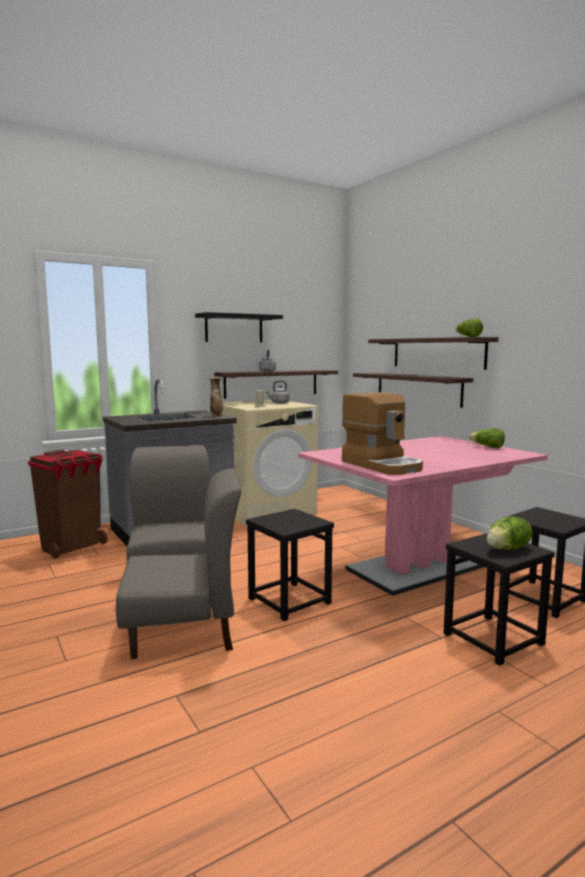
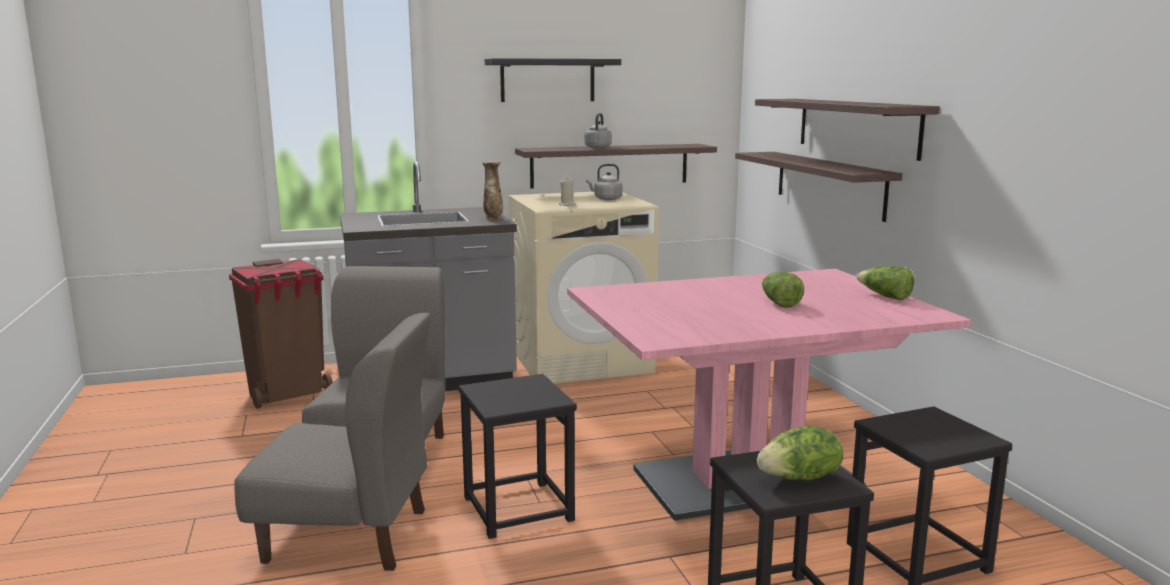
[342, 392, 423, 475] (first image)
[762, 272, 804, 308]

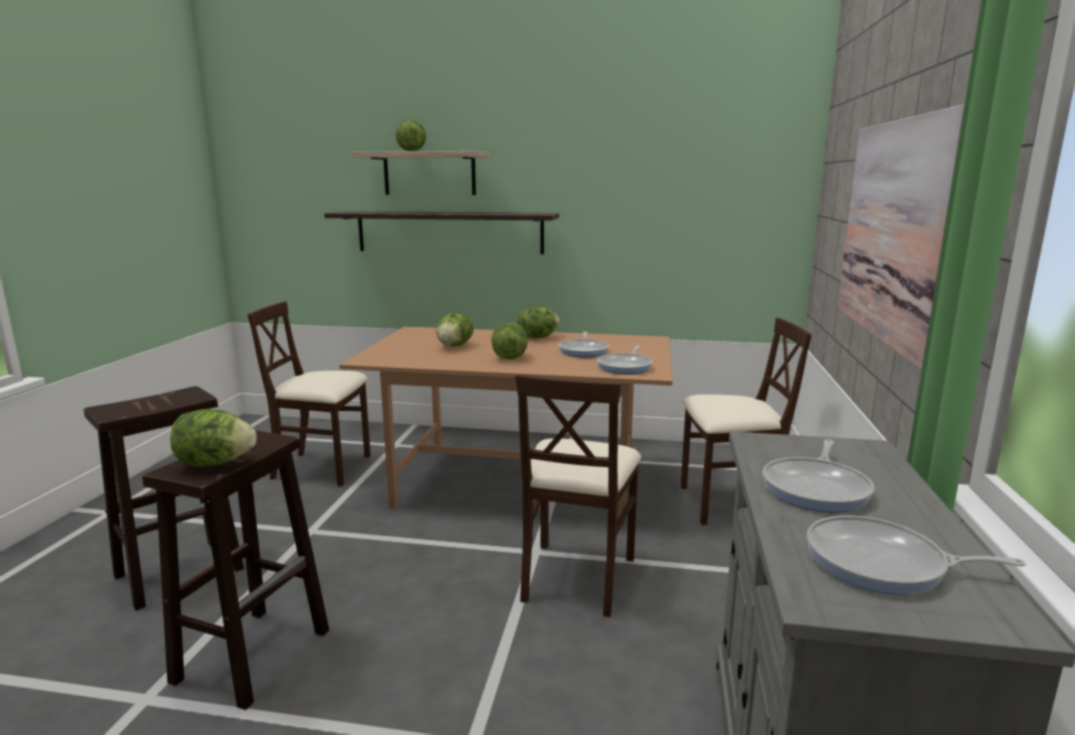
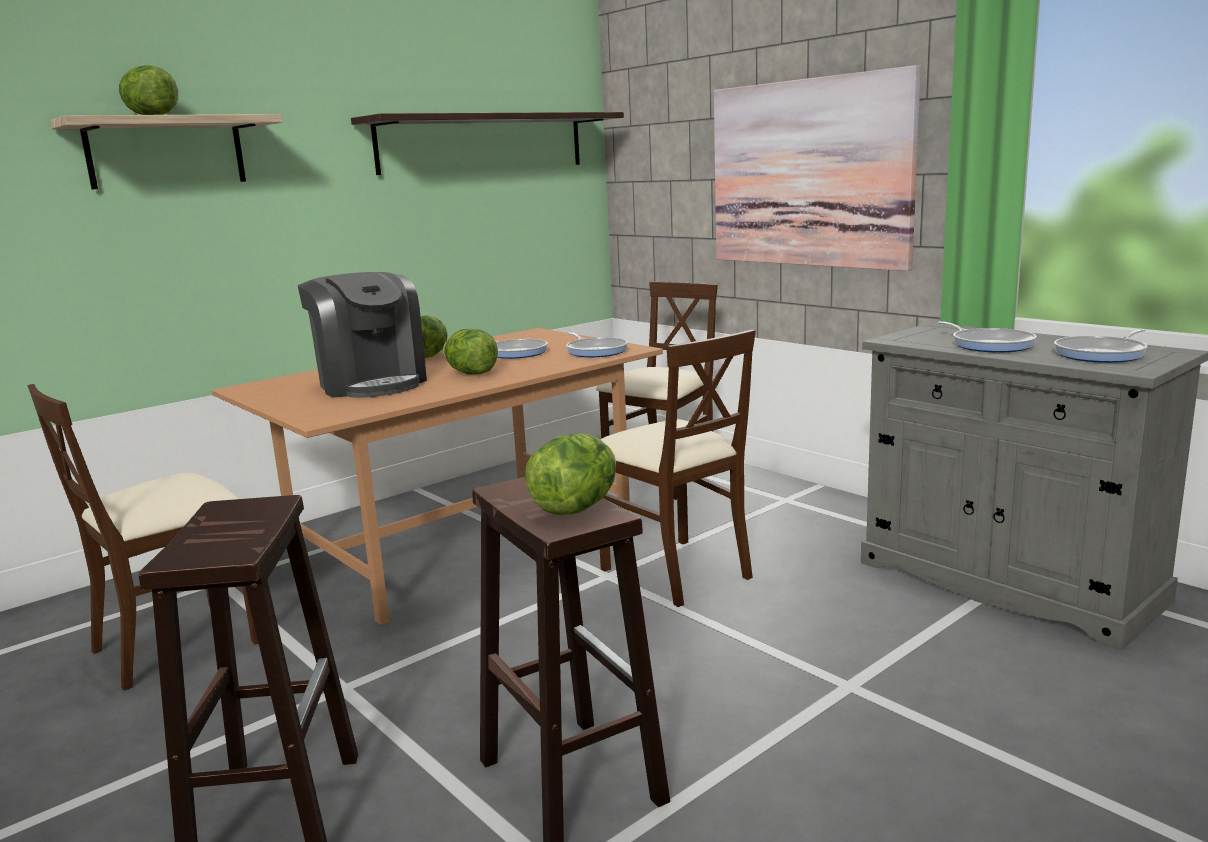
[351, 112, 624, 175]
[298, 272, 427, 398]

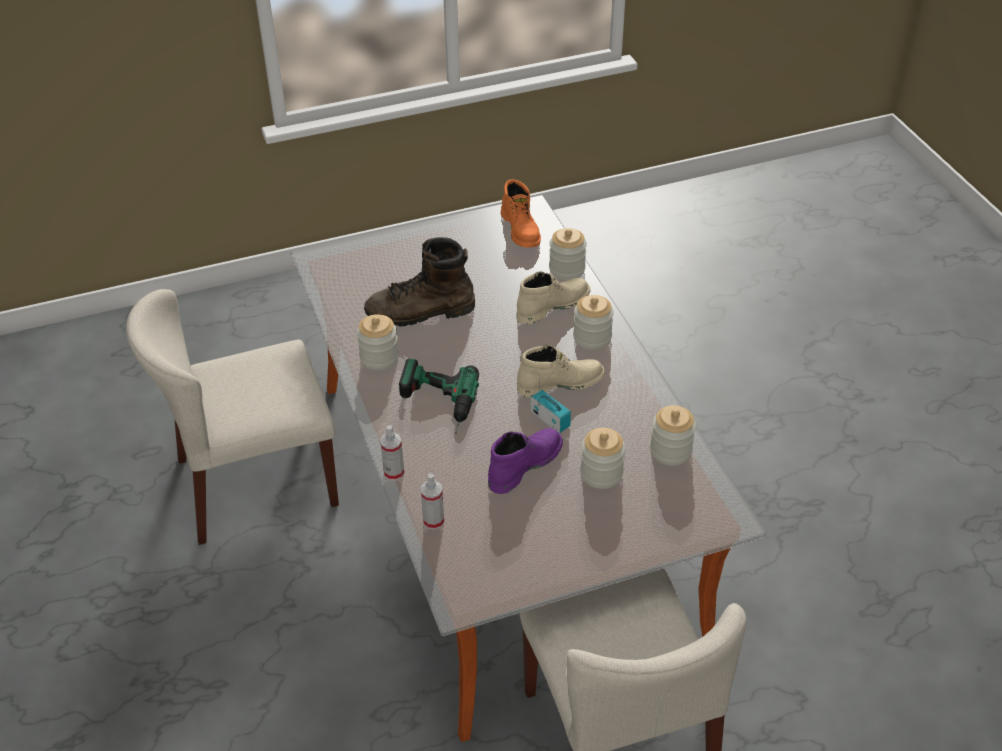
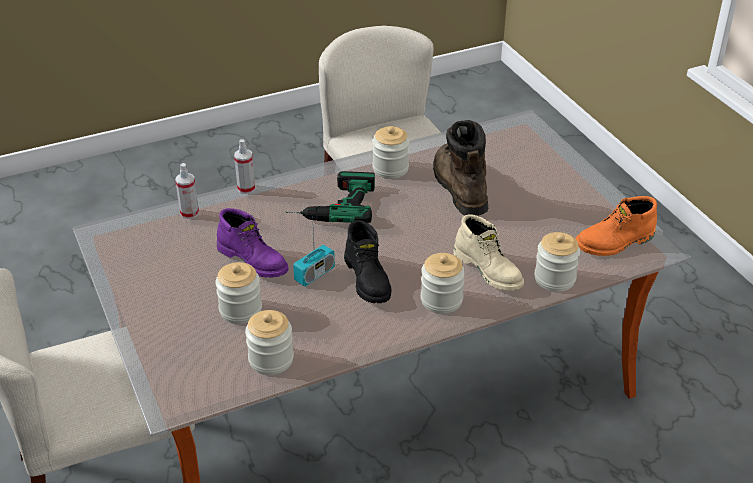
[344, 220, 391, 303]

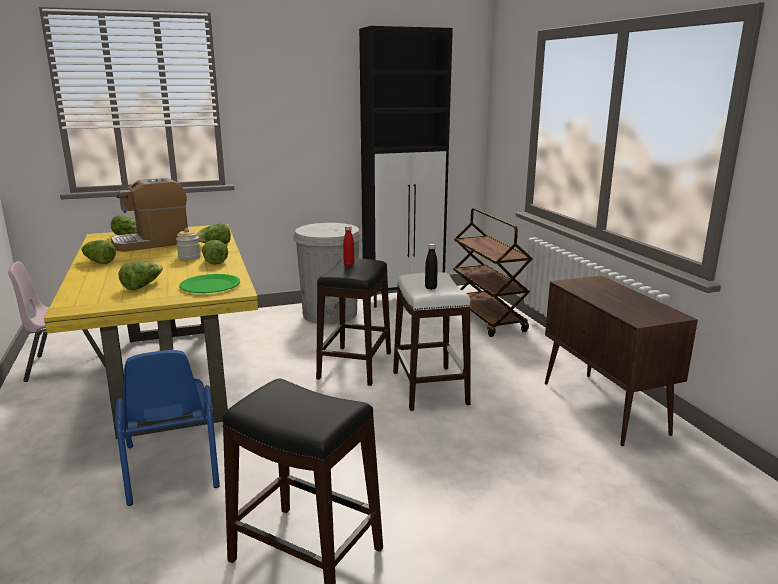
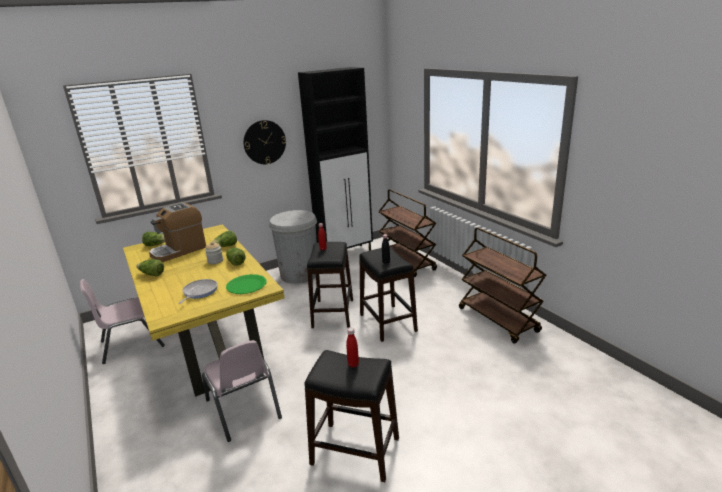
[244, 120, 286, 164]
[346, 328, 359, 368]
[178, 279, 217, 304]
[459, 227, 546, 344]
[202, 340, 282, 442]
[359, 247, 418, 342]

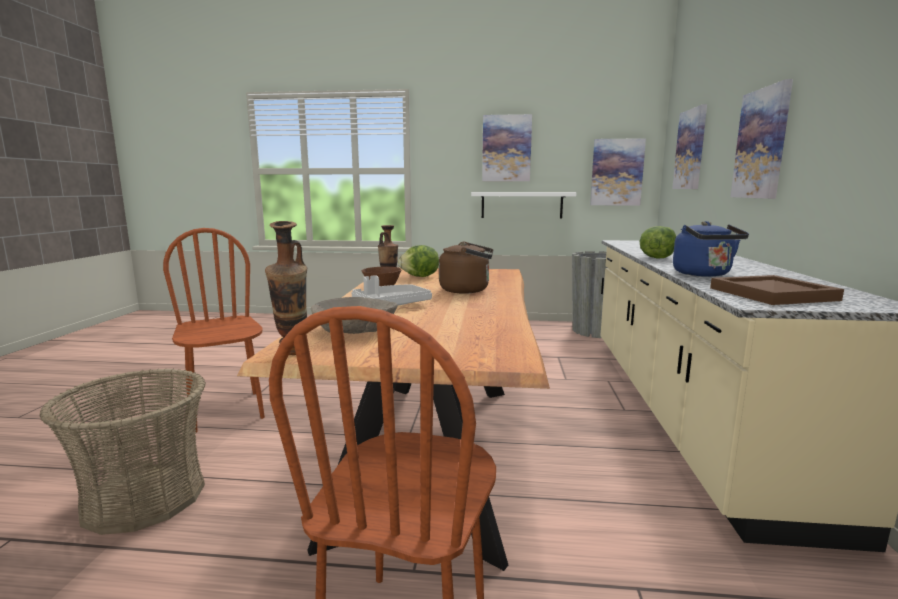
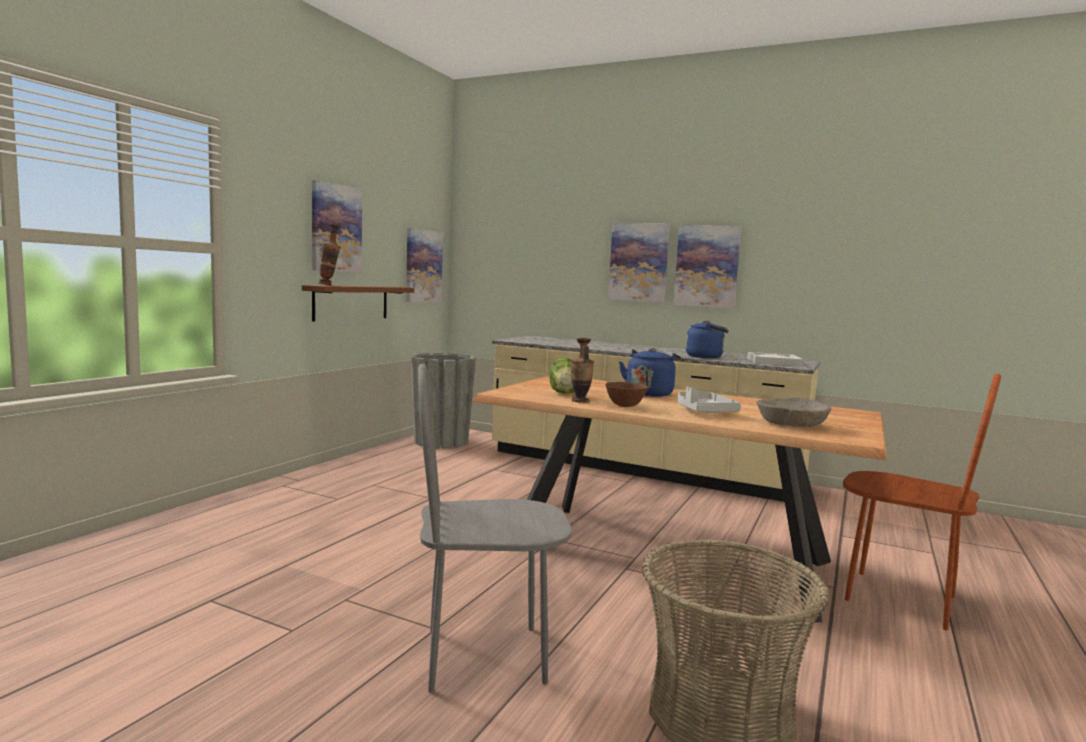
[639, 226, 676, 259] (first image)
[318, 223, 341, 286]
[674, 225, 742, 308]
[418, 364, 572, 693]
[619, 348, 681, 397]
[302, 285, 414, 321]
[747, 352, 804, 366]

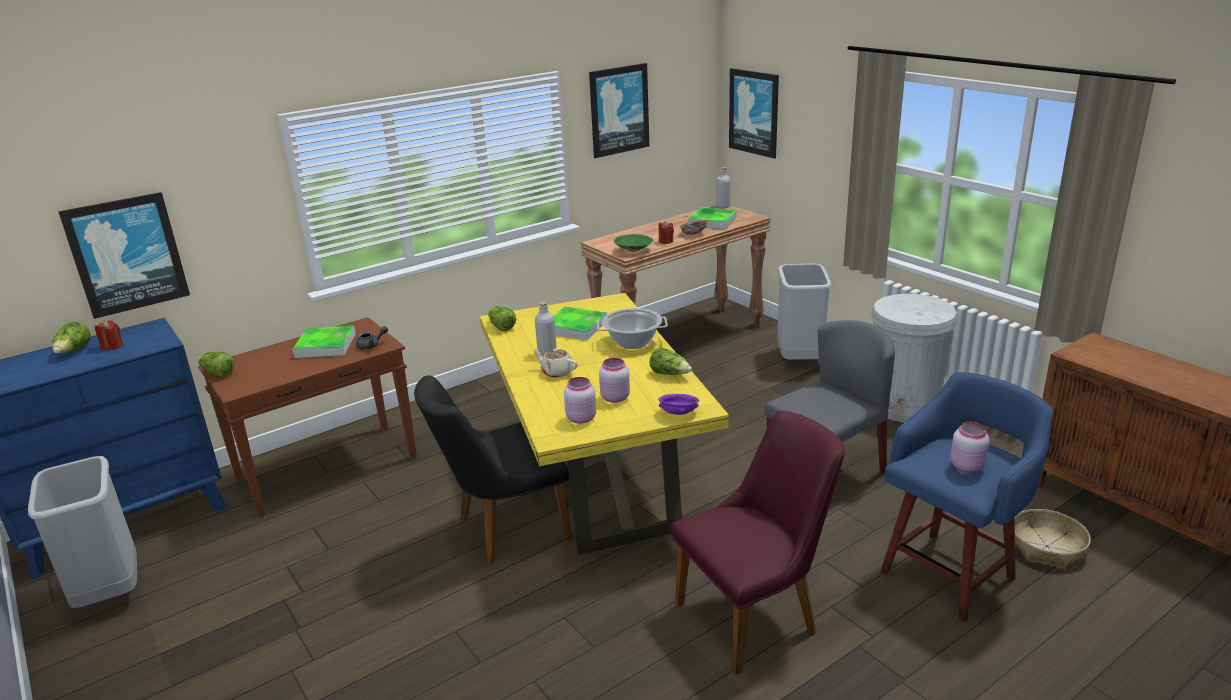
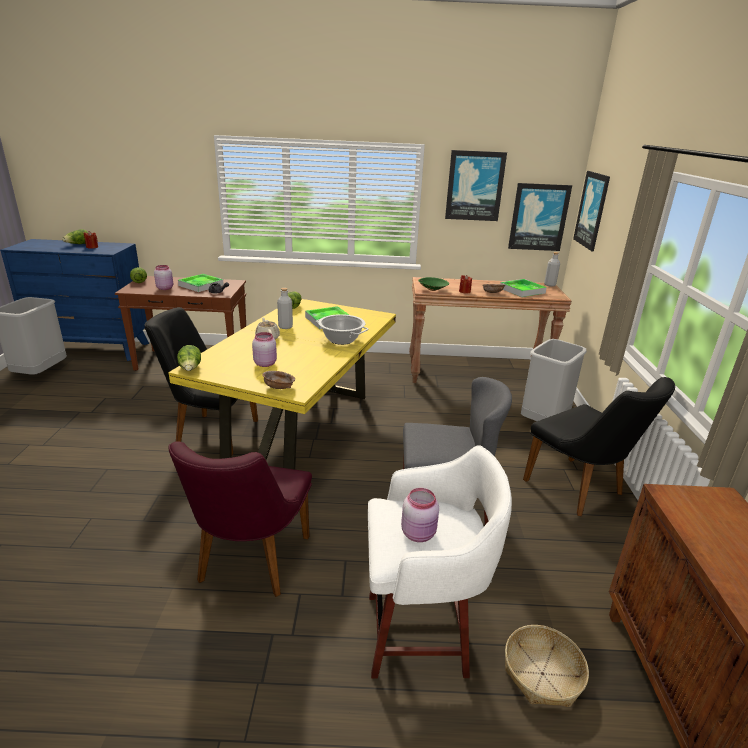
[508, 183, 572, 251]
[154, 265, 173, 290]
[177, 345, 201, 371]
[523, 377, 675, 516]
[262, 371, 295, 389]
[368, 446, 512, 679]
[169, 441, 312, 597]

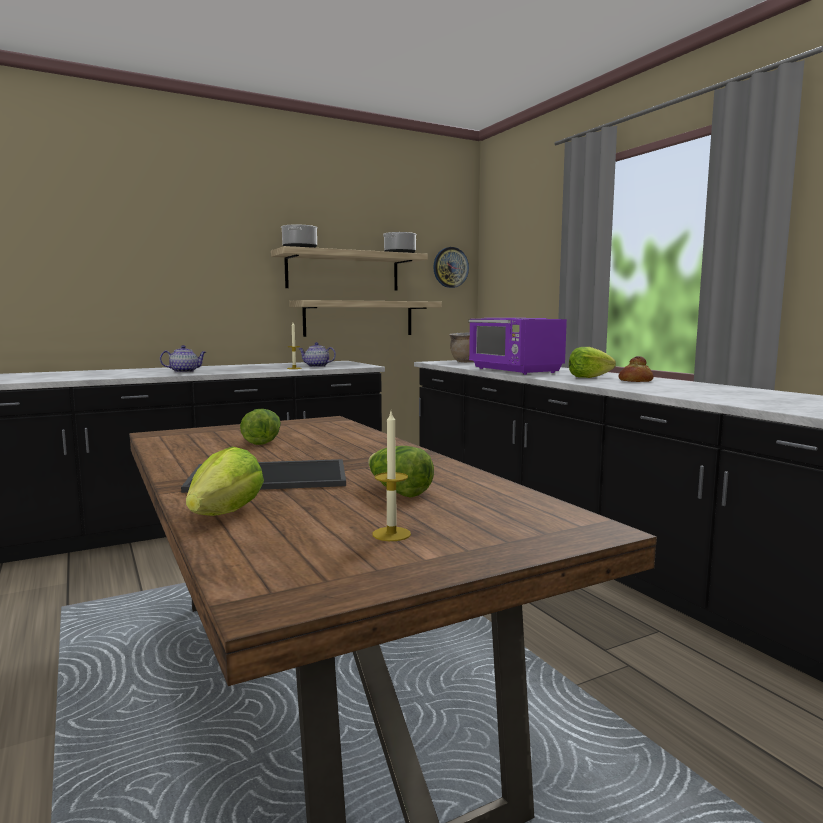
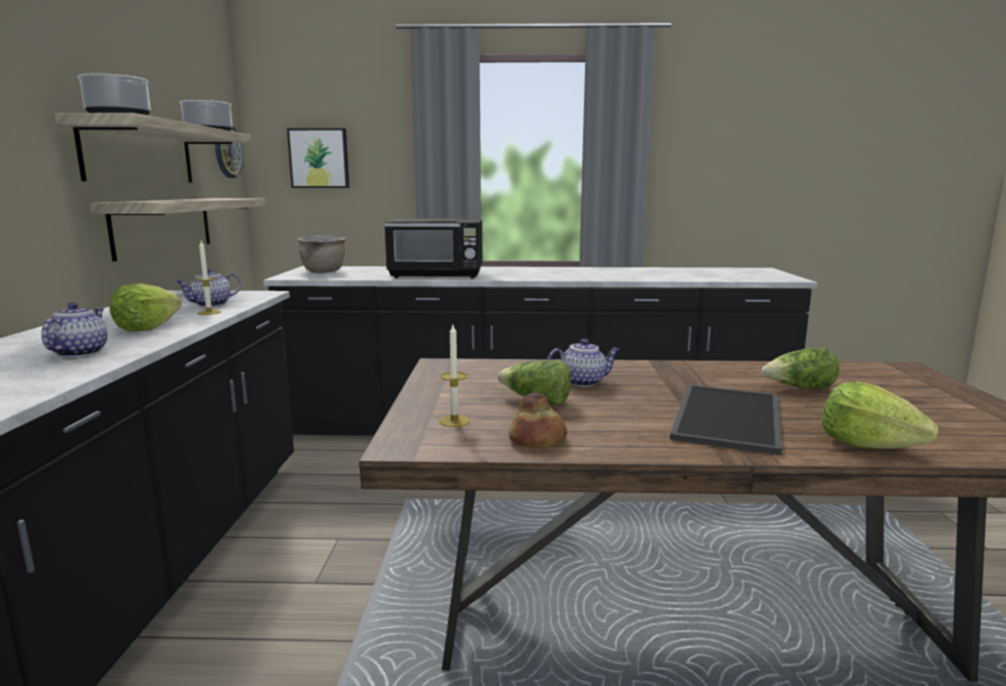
[287, 128, 349, 188]
[547, 339, 620, 387]
[439, 325, 470, 427]
[109, 283, 182, 332]
[509, 392, 567, 448]
[384, 219, 483, 278]

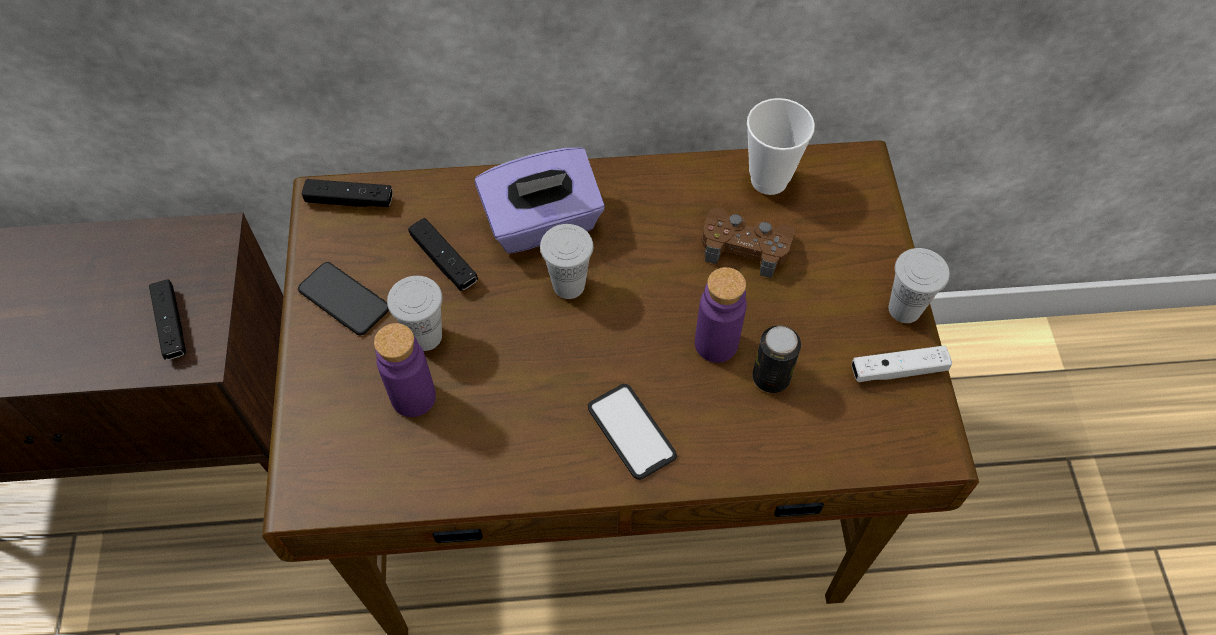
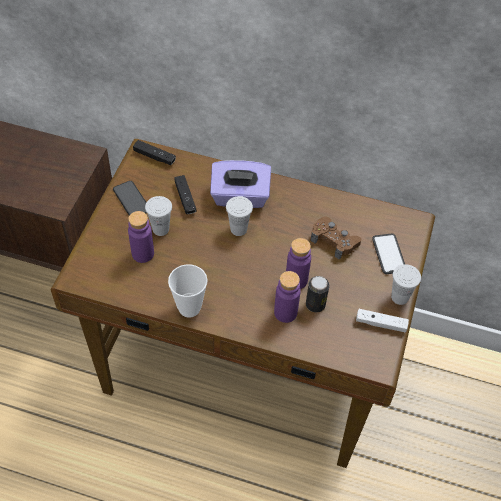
[149, 279, 186, 360] (first image)
[274, 271, 301, 323]
[372, 233, 405, 274]
[168, 264, 207, 318]

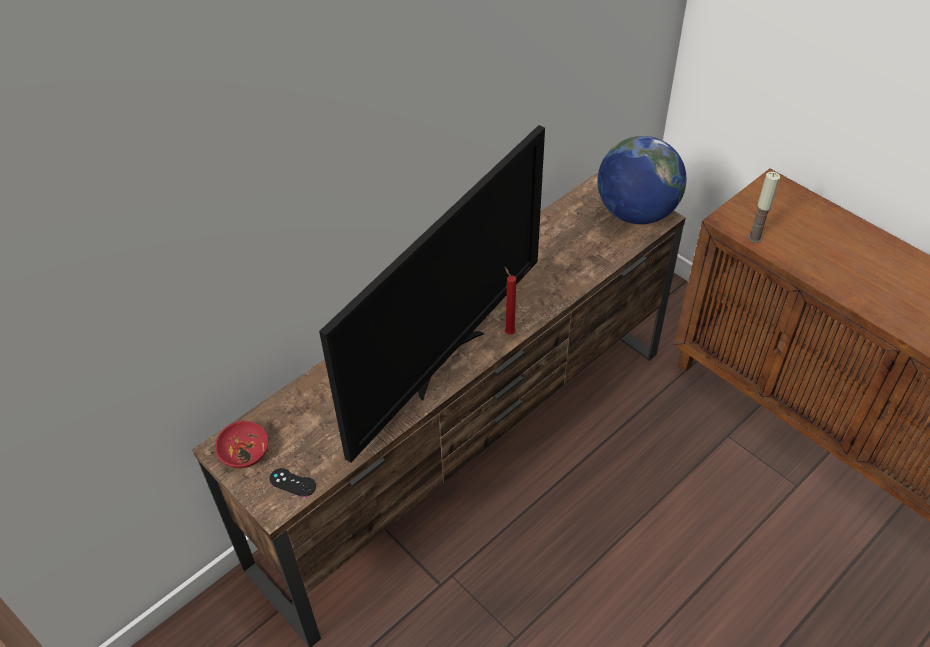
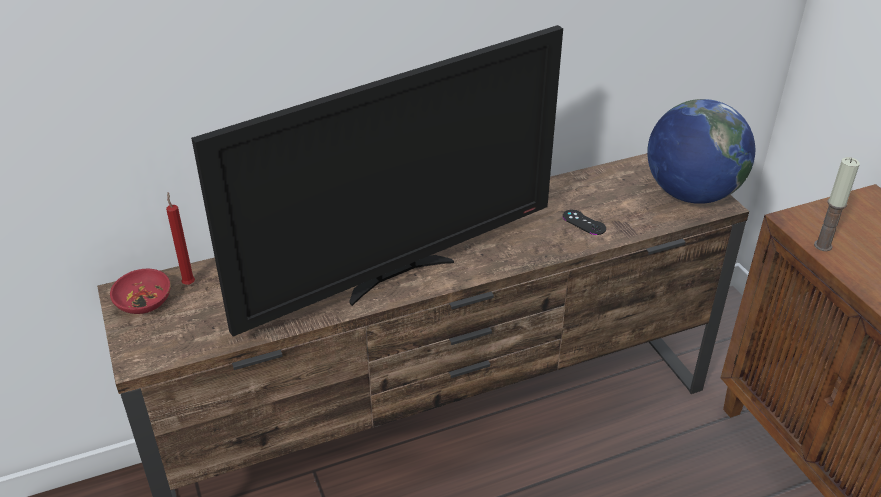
[563, 210, 606, 235]
[166, 192, 195, 285]

